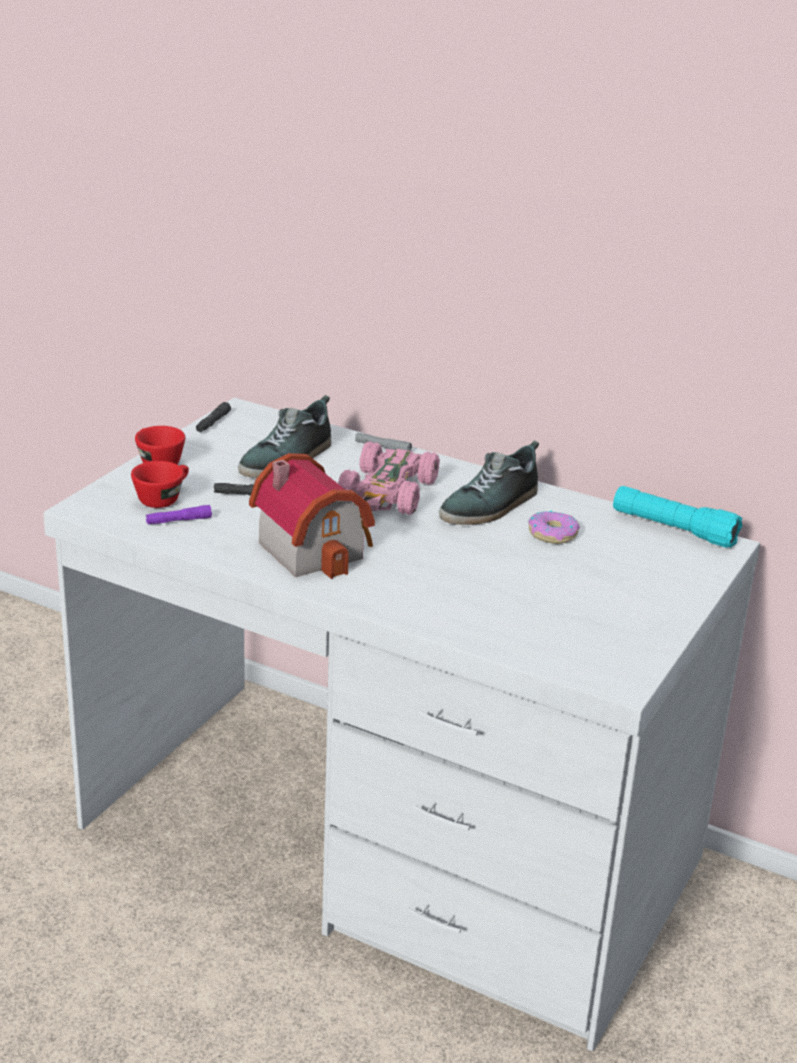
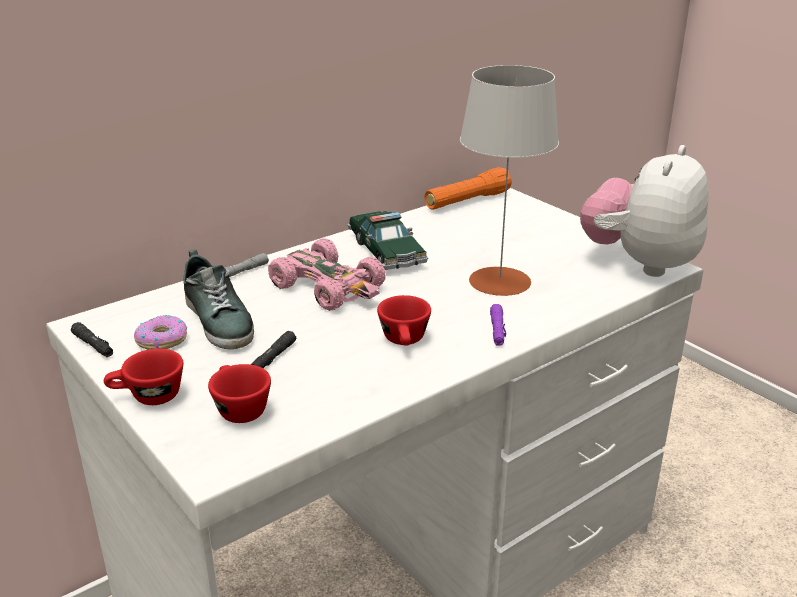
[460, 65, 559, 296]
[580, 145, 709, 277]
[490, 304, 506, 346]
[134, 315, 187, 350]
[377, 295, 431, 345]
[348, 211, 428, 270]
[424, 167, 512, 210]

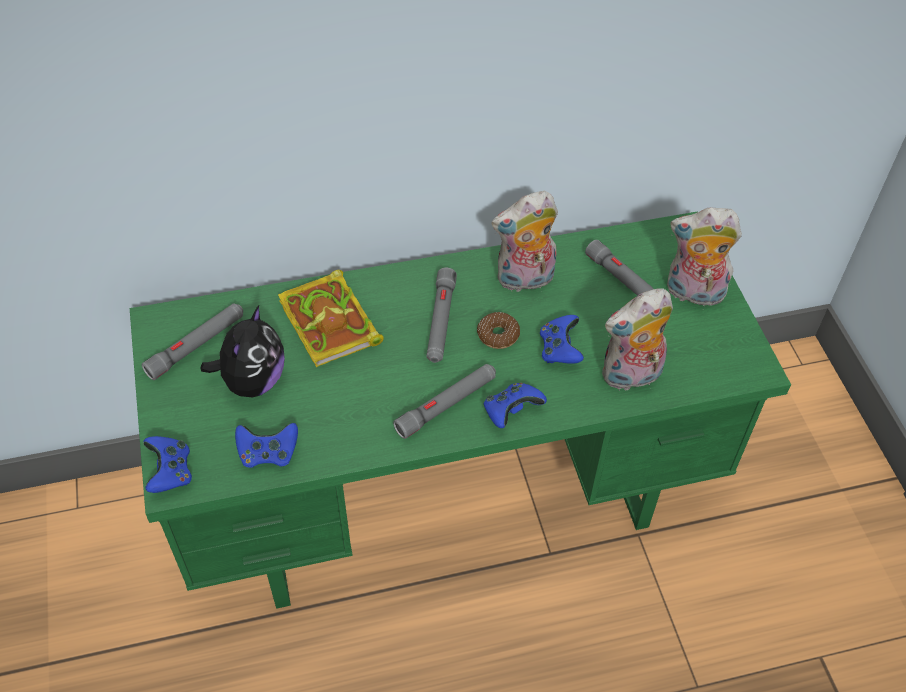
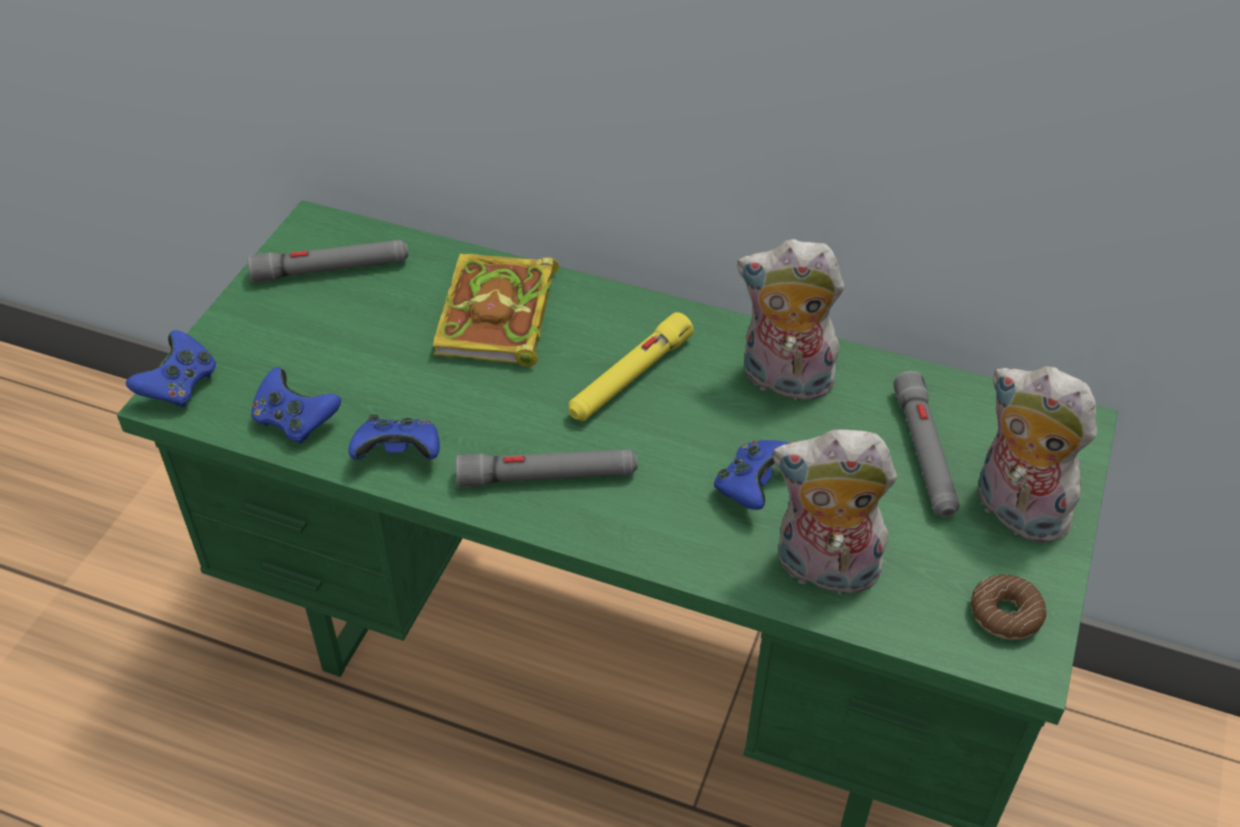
[200, 305, 285, 397] (first image)
[971, 574, 1046, 640]
[348, 414, 440, 459]
[568, 312, 693, 421]

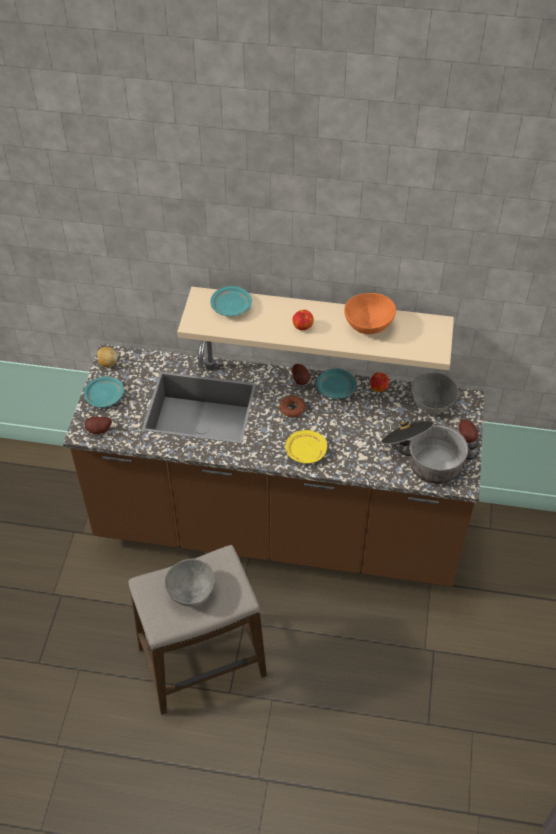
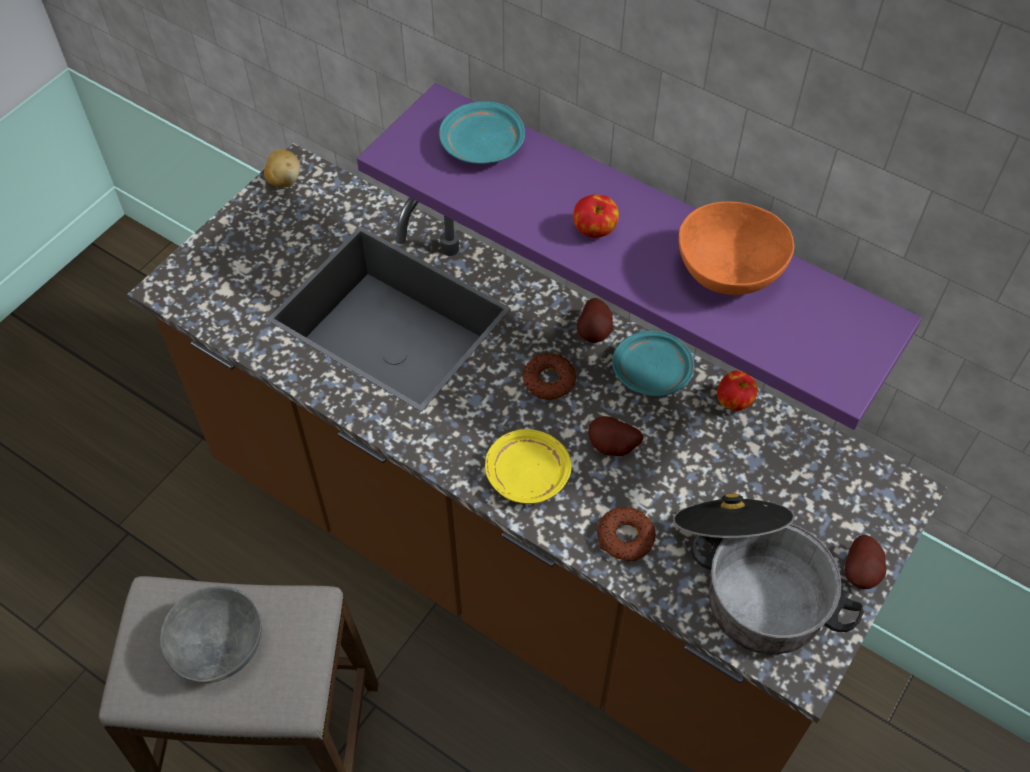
[84, 376, 124, 408] (first image)
[411, 373, 458, 414] (first image)
[597, 507, 656, 561]
[588, 416, 643, 456]
[357, 83, 922, 430]

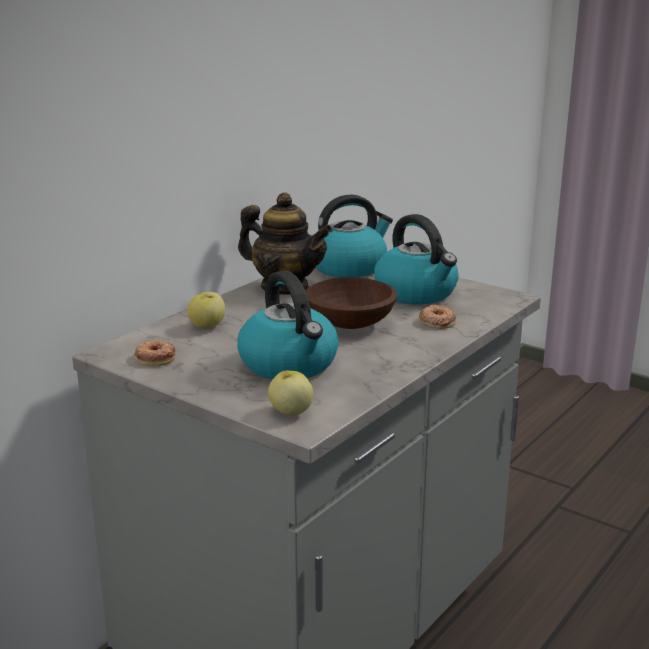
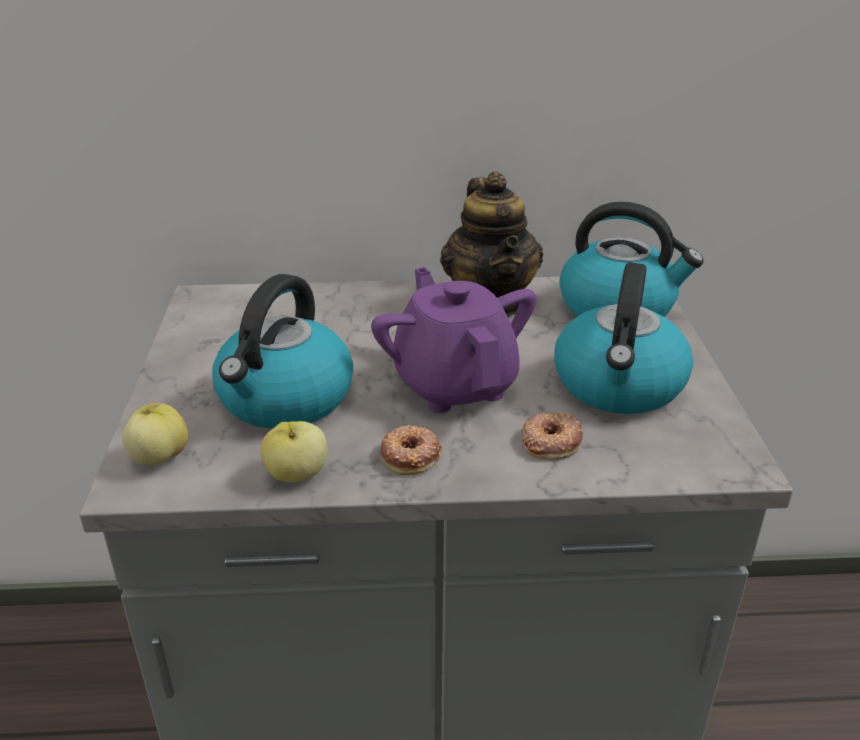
[380, 425, 442, 475]
[261, 421, 327, 483]
[371, 267, 536, 413]

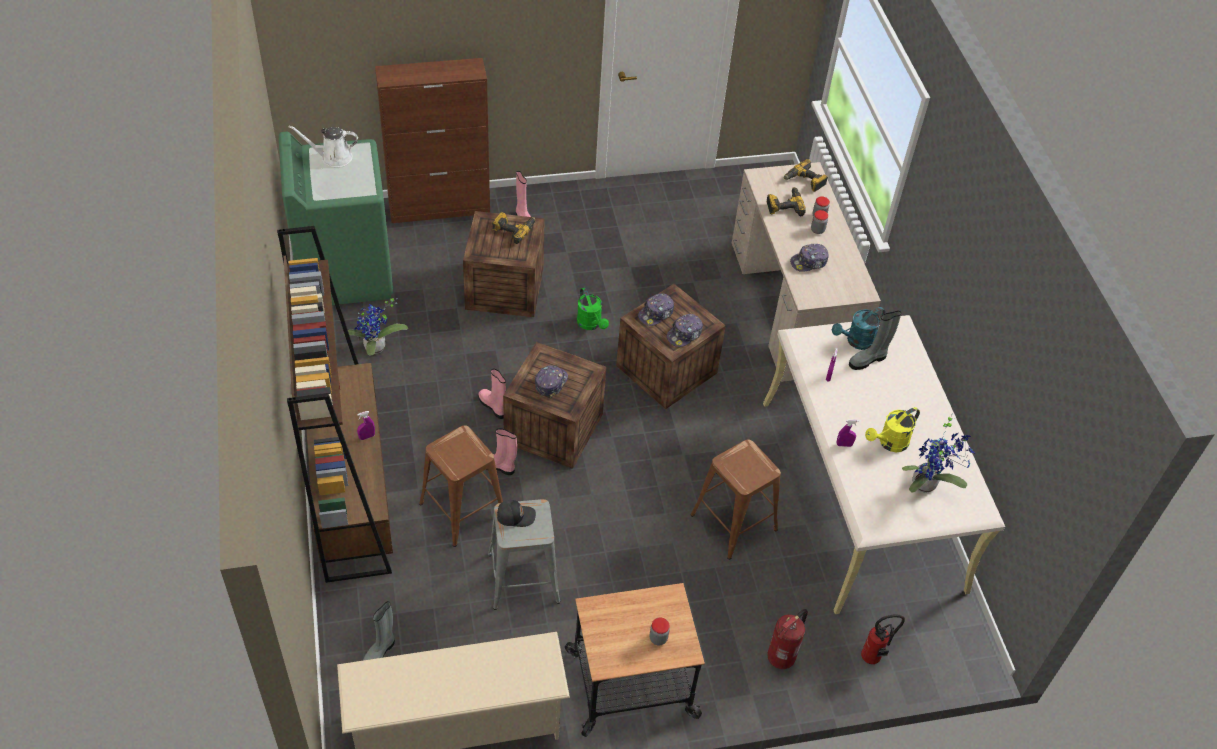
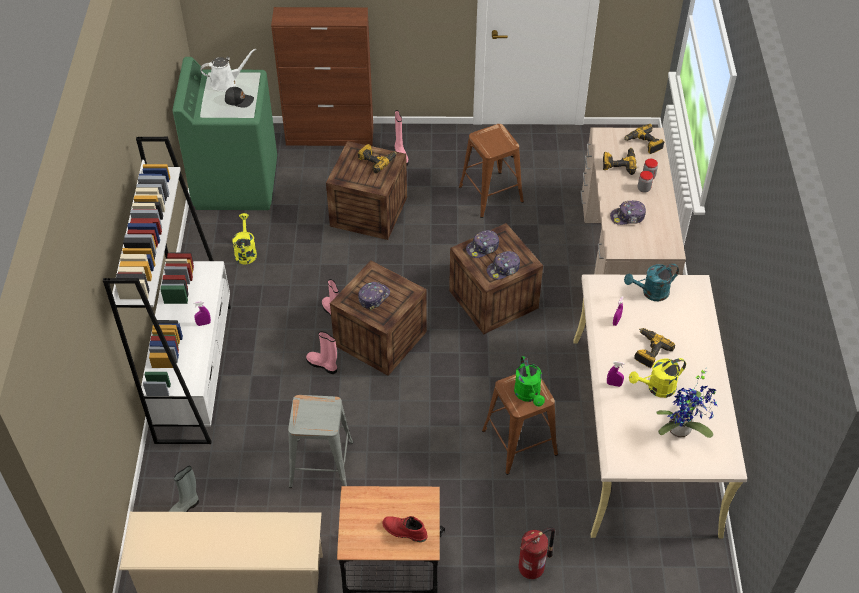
[849, 311, 902, 370] (first image)
[861, 614, 905, 664] (first image)
[634, 328, 675, 368]
[459, 124, 524, 218]
[225, 87, 254, 107]
[514, 356, 545, 407]
[233, 213, 257, 265]
[382, 516, 427, 542]
[103, 137, 231, 444]
[200, 48, 256, 91]

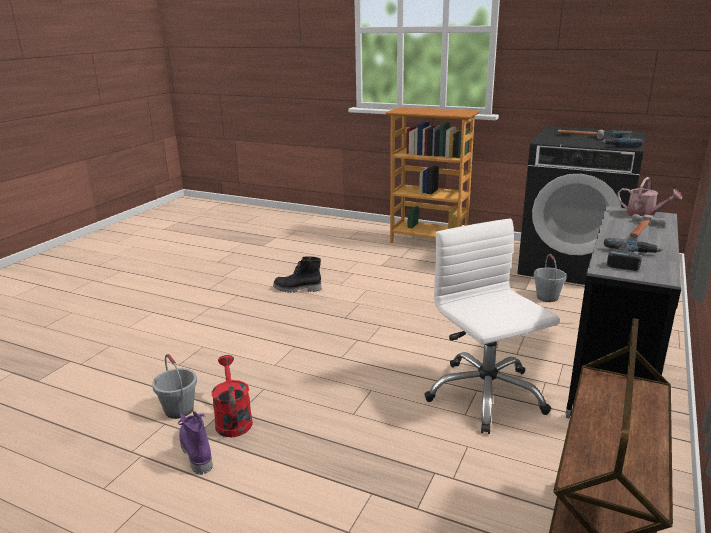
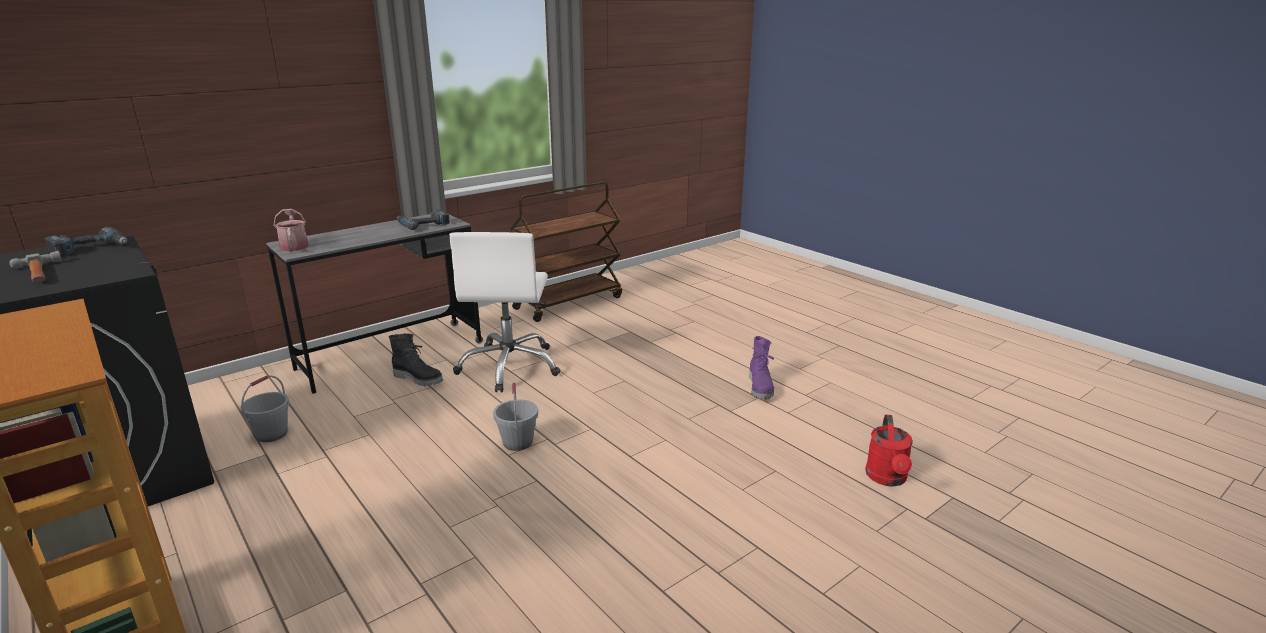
[630, 214, 666, 238] (first image)
[493, 383, 538, 451]
[865, 415, 913, 487]
[389, 333, 443, 386]

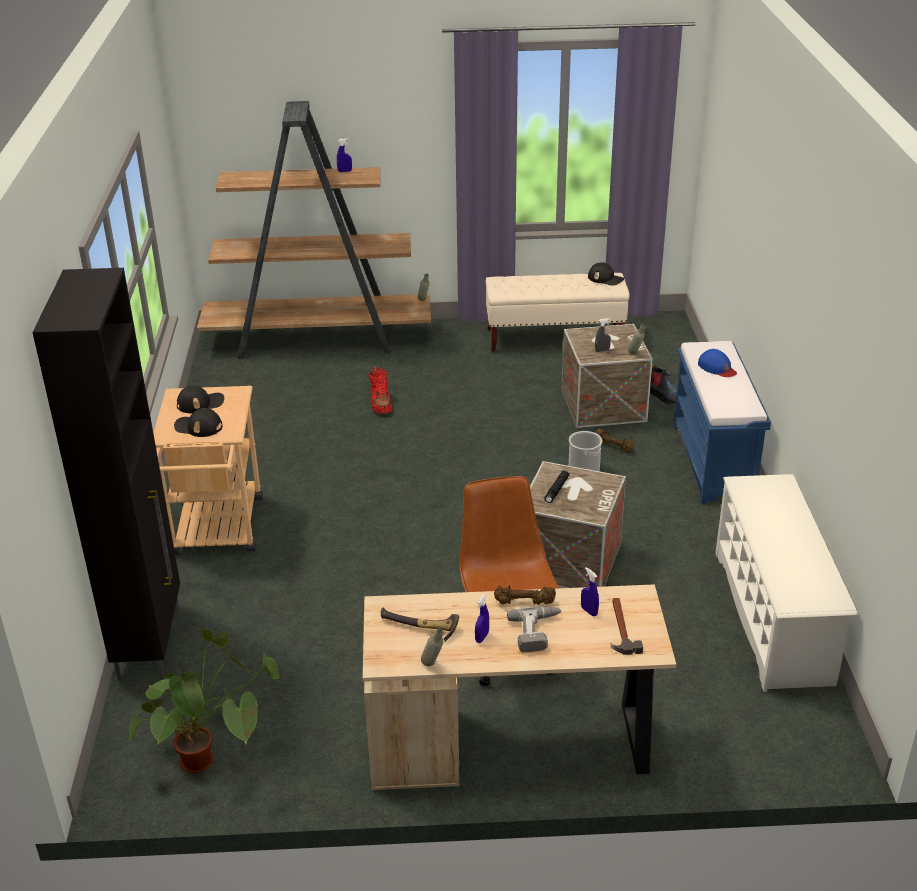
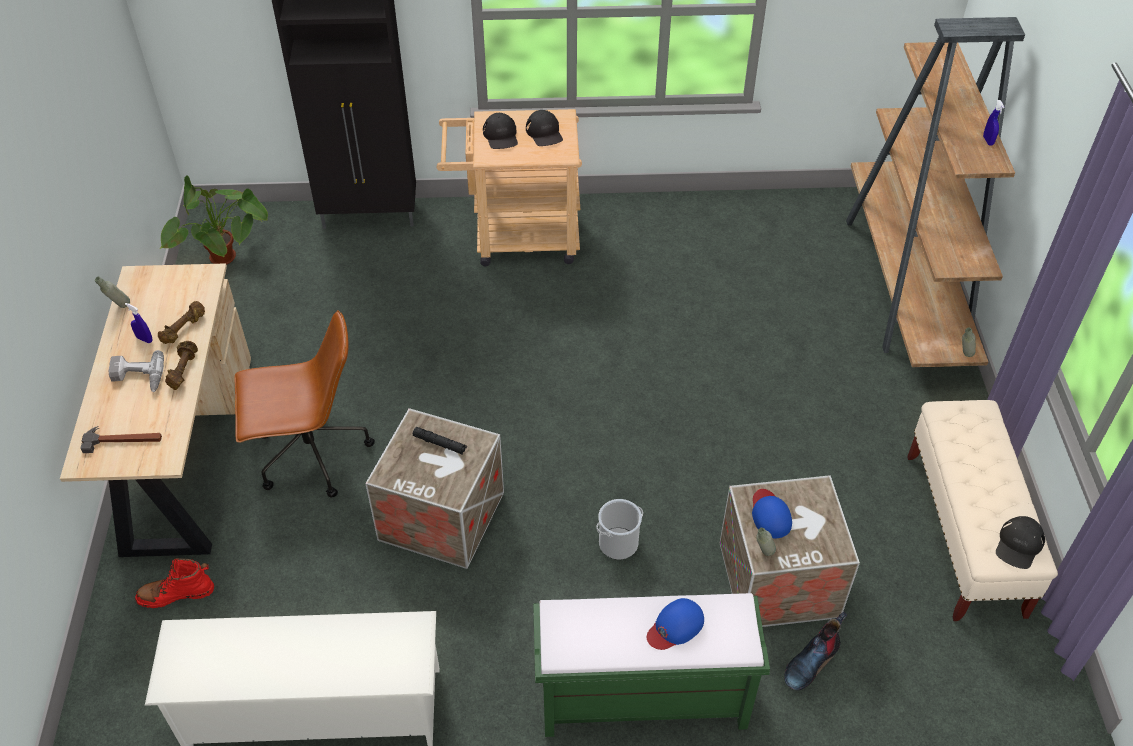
[381, 608, 459, 642] (first image)
[581, 567, 599, 616] (first image)
[135, 558, 214, 608]
[158, 301, 205, 344]
[752, 489, 792, 538]
[533, 593, 770, 737]
[483, 113, 518, 149]

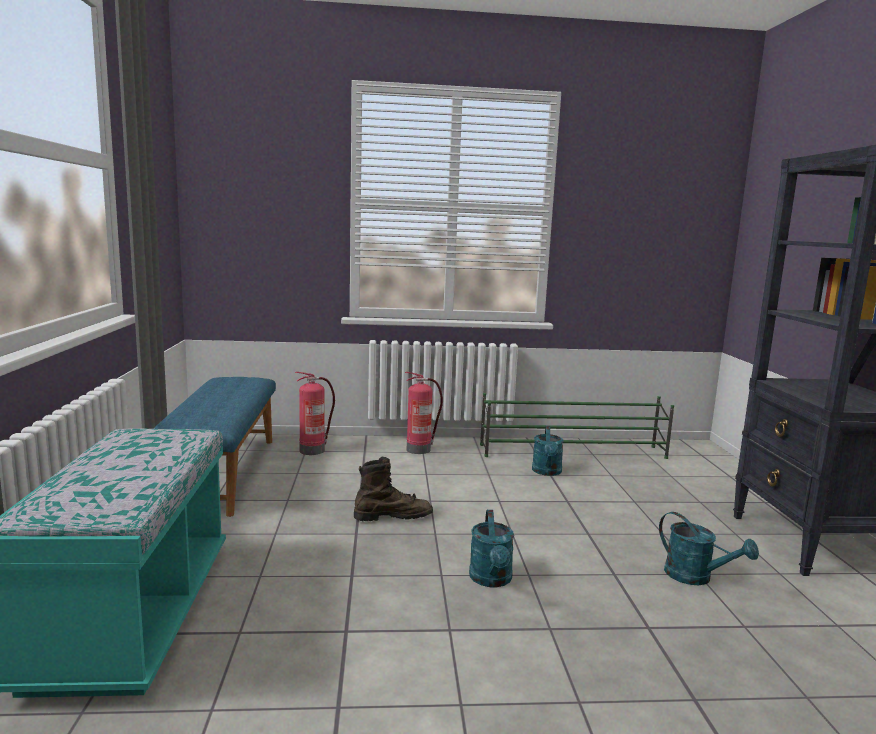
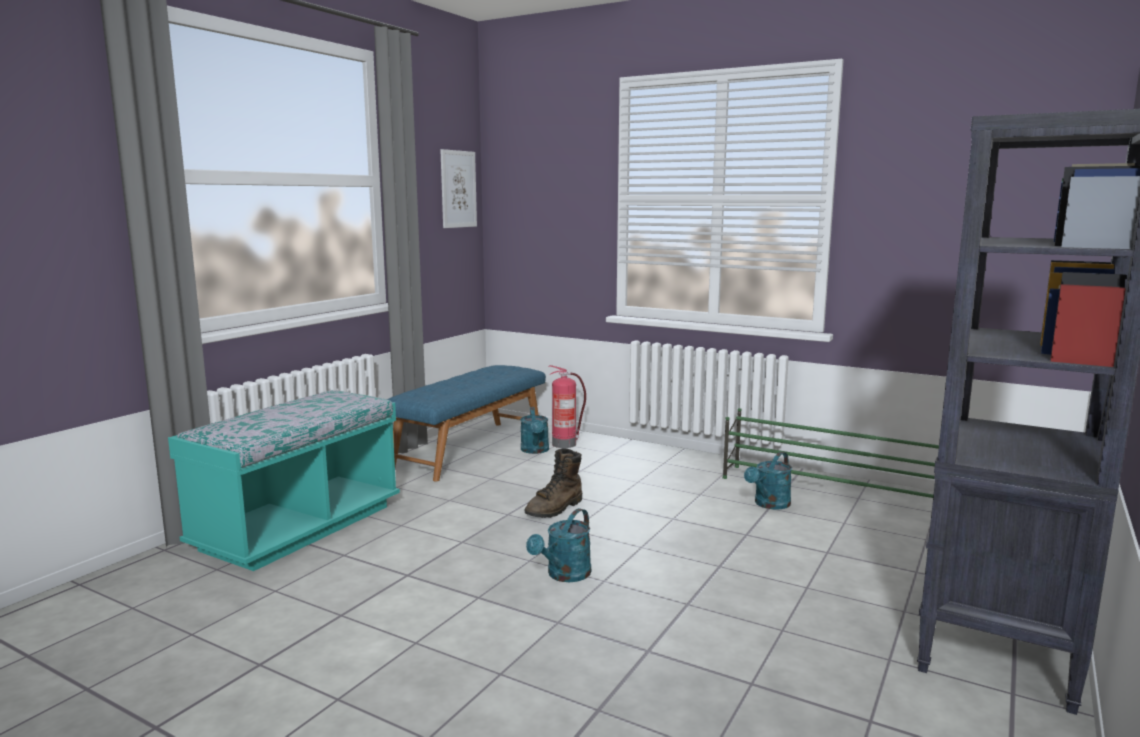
[405, 372, 443, 454] (first image)
[440, 149, 477, 228]
[520, 407, 549, 454]
[524, 448, 582, 518]

